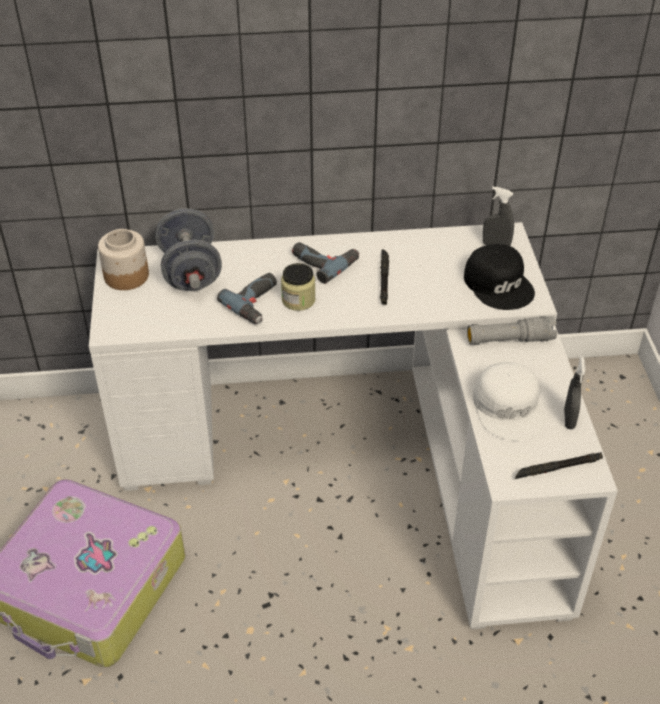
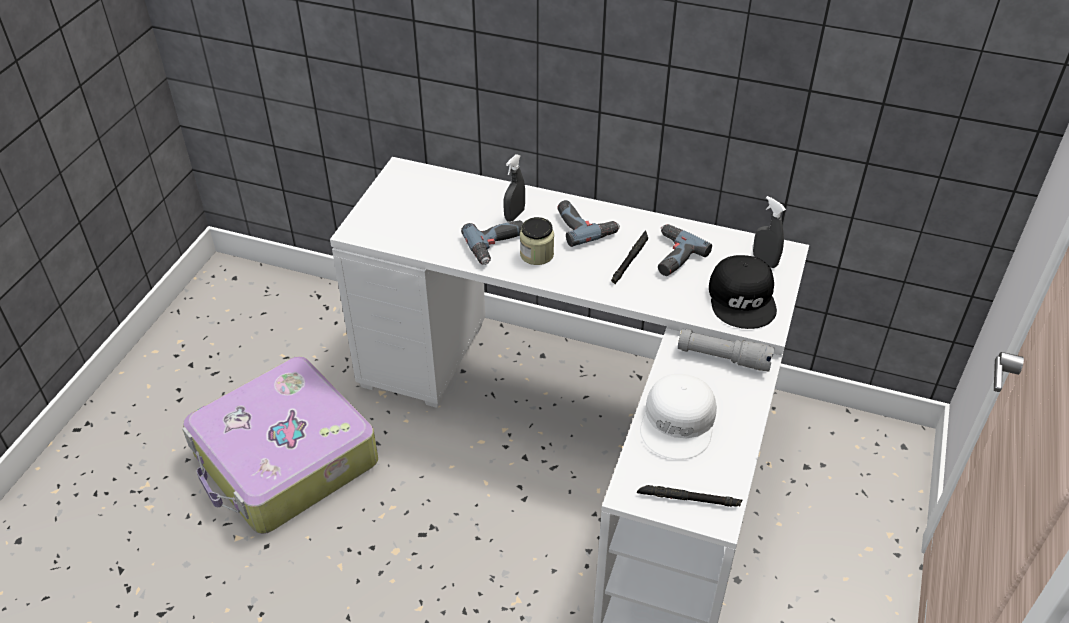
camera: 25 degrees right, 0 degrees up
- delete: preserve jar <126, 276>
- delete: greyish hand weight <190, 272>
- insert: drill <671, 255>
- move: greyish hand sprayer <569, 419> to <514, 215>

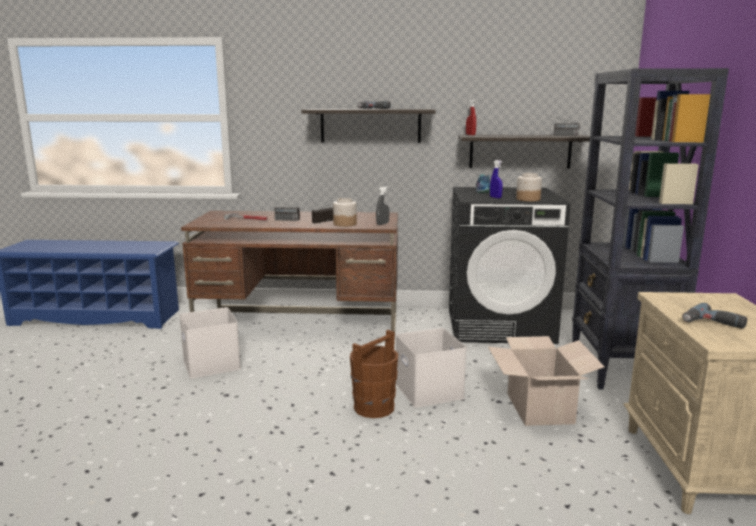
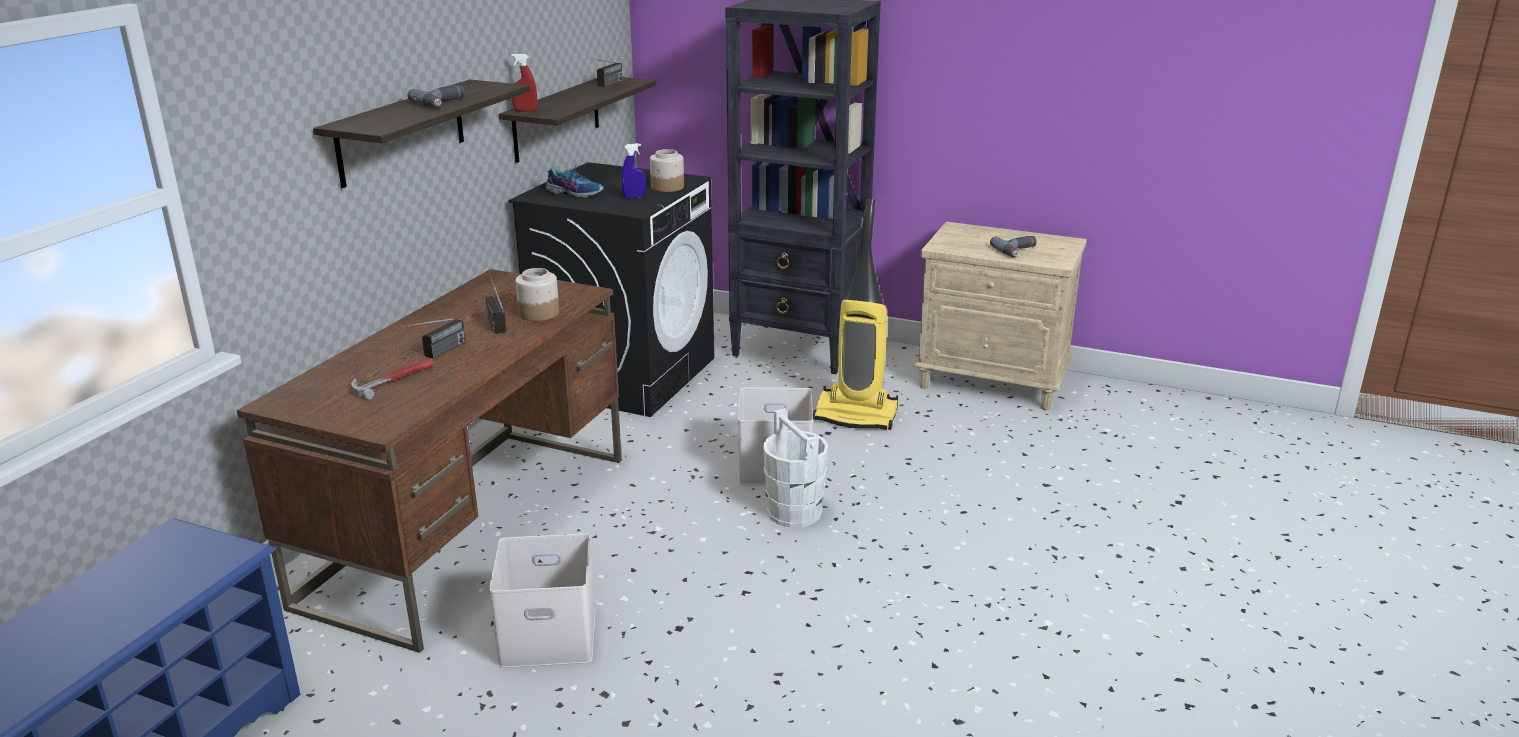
camera: 70 degrees left, 10 degrees up
- delete: greyish hand sprayer <382, 224>
- replace: packing box <540, 408> to vacuum <857, 415>
- recolor: brown-coloured pail <374, 407> to white-coloured pail <794, 512>

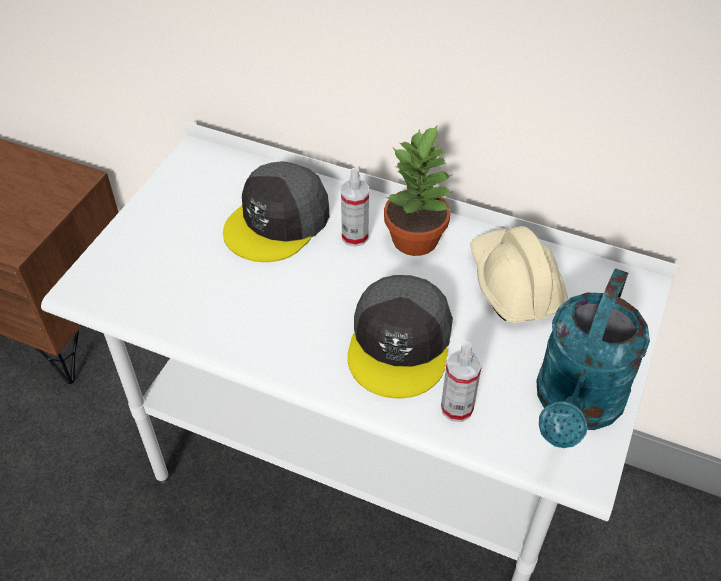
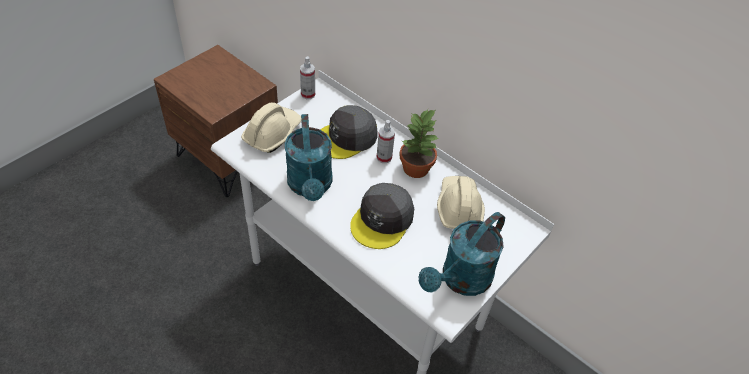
camera: 15 degrees right, 0 degrees up
- insert: sand-coloured safety helmet <272, 133>
- insert: blue-green watering pot <310, 186>
- move: hand sprayer <457, 408> to <308, 94>

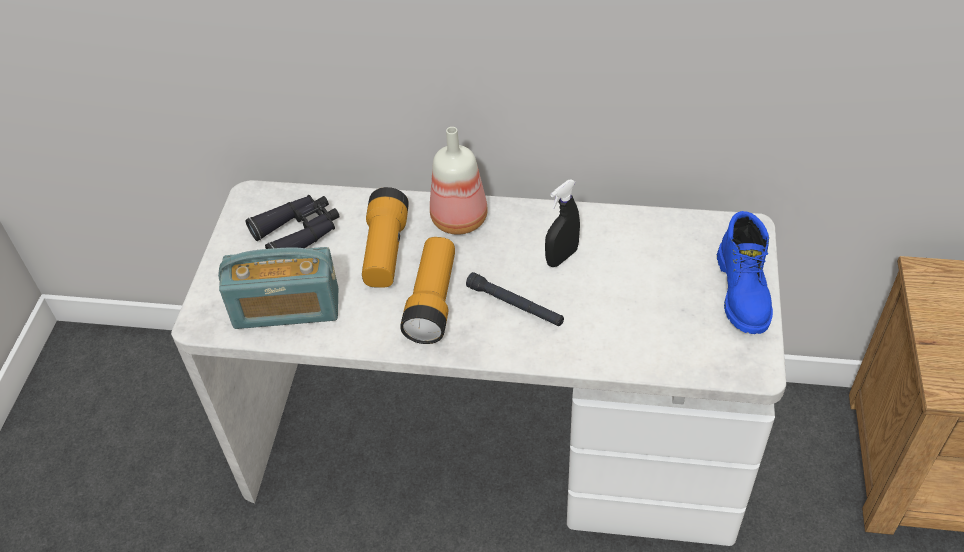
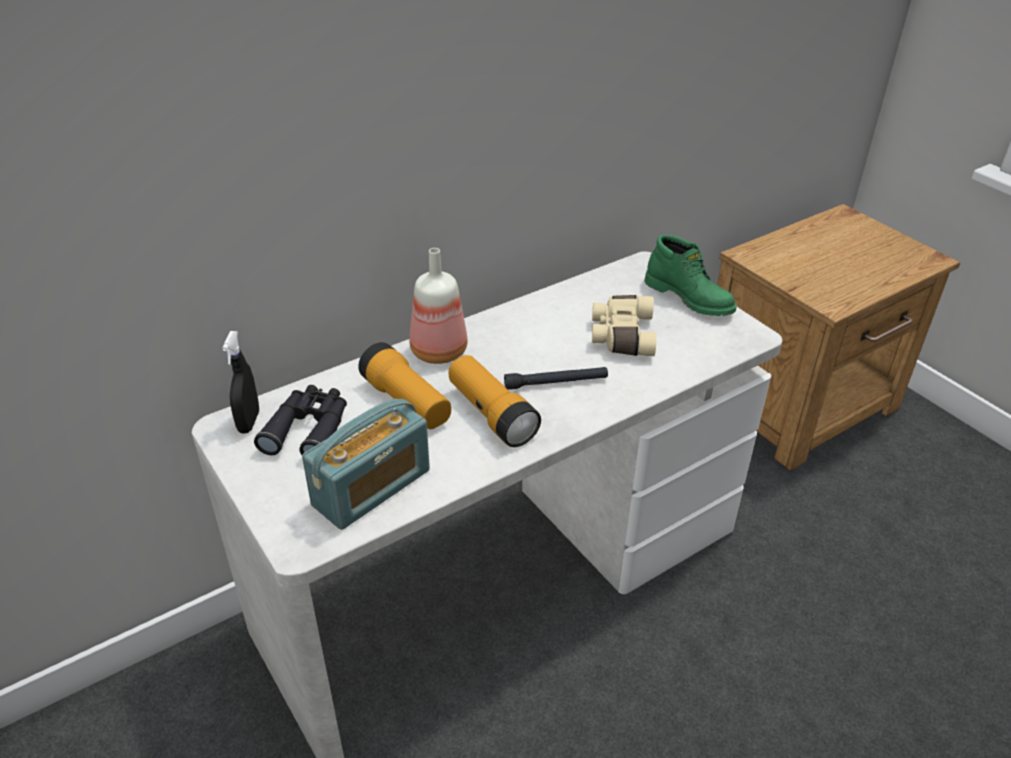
camera: 45 degrees left, 10 degrees down
- insert: sand-coloured pair of binoculars <621, 335>
- move: blackish hand sprayer <561, 257> to <249, 422>
- recolor: blue-coloured high-top boot <744, 292> to greenish high-top boot <690, 298>

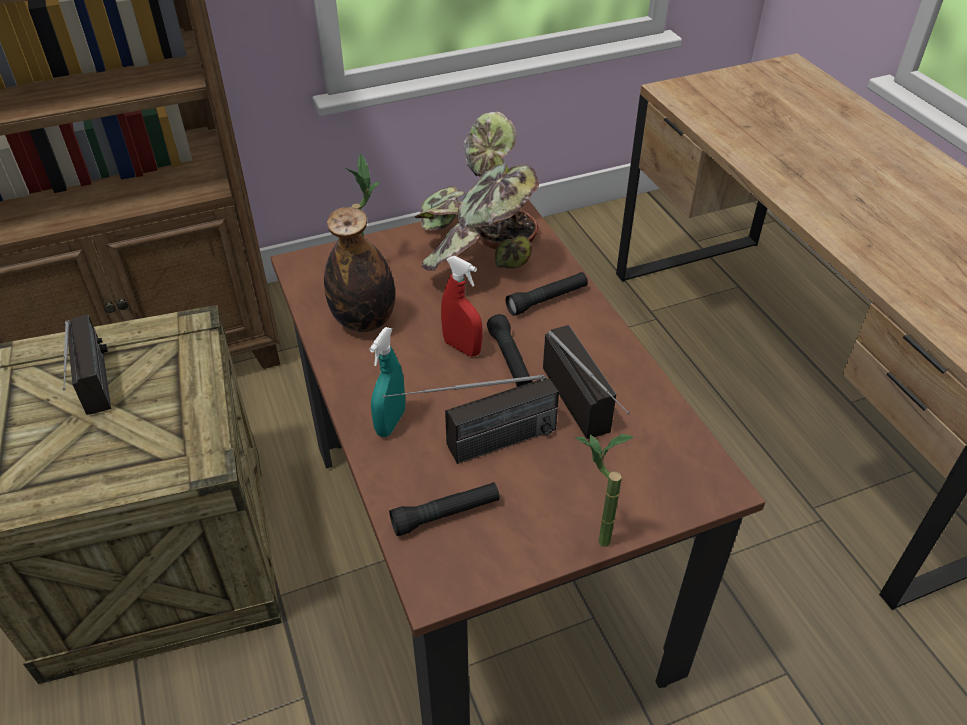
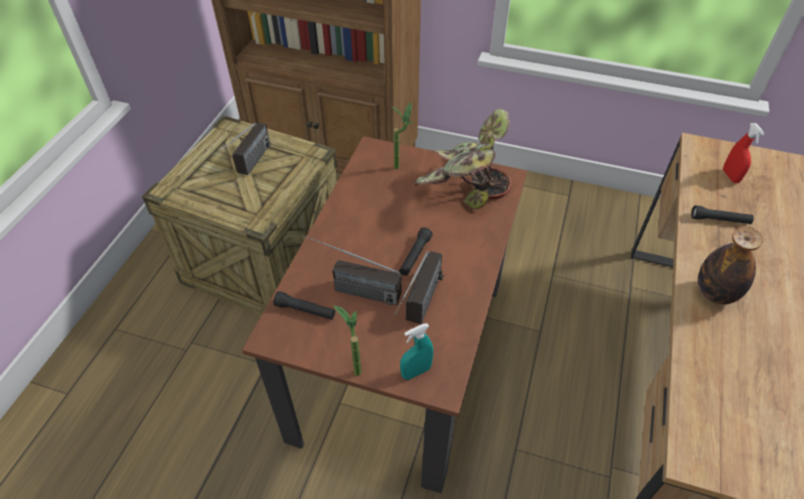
camera: 40 degrees right, 5 degrees up
- move: bottle <364, 321> to <715, 293>
- move: blue-green hand sprayer <390, 422> to <416, 372>
- move: red-coloured hand sprayer <462, 347> to <730, 176>
- move: blackish torch <547, 300> to <719, 220>

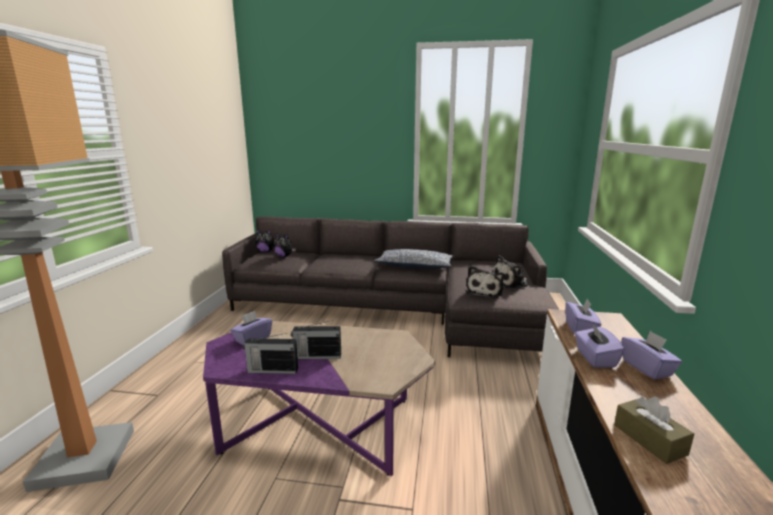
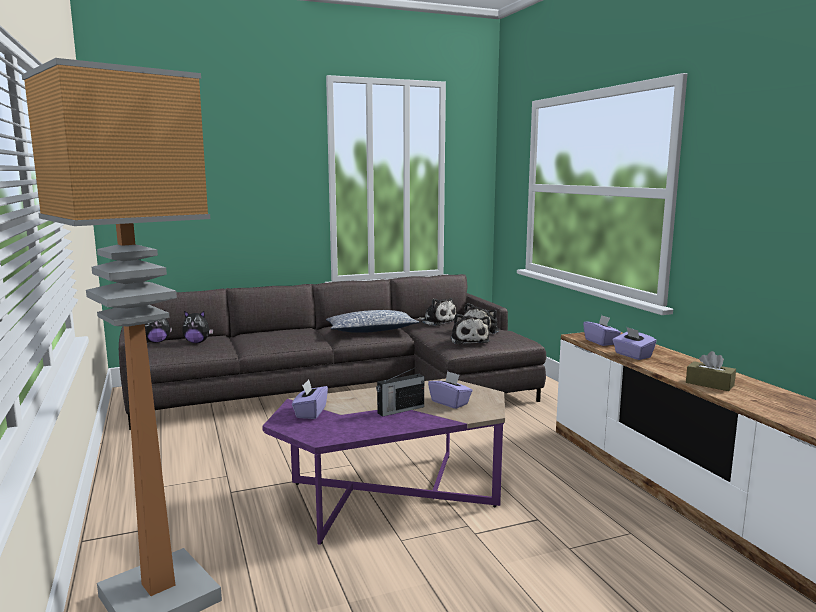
camera: 30 degrees left, 5 degrees down
- delete: radio set <272, 370>
- insert: cuddly toy <437, 321>
- move: purple box of tissues <647, 368> to <450, 402>

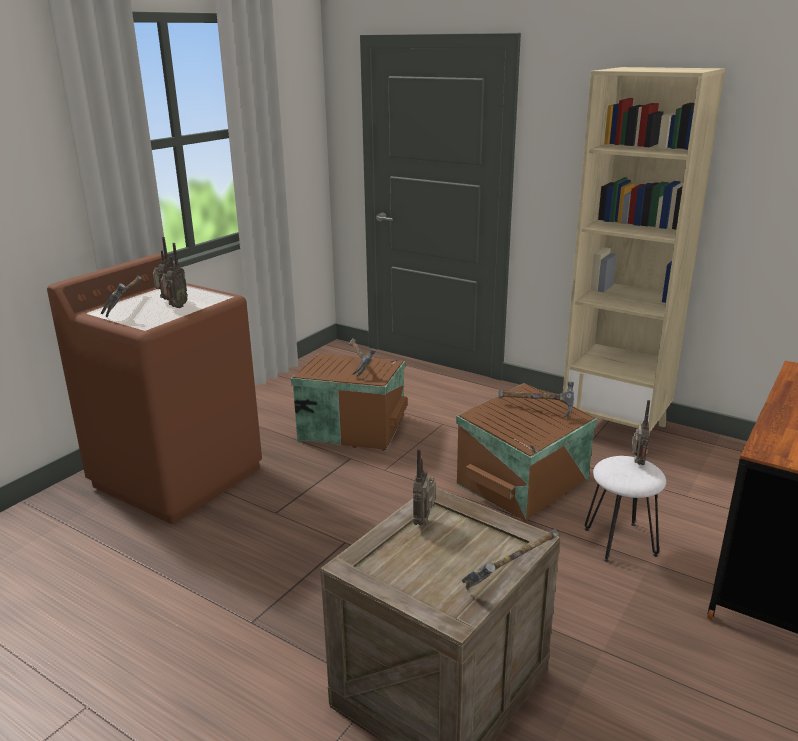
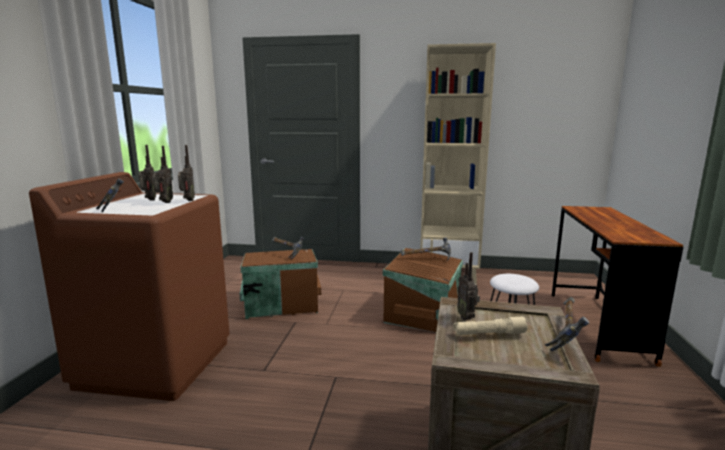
camera: 25 degrees left, 10 degrees down
- insert: sand-coloured torch <489, 334>
- move: radio set <637, 463> to <187, 201>

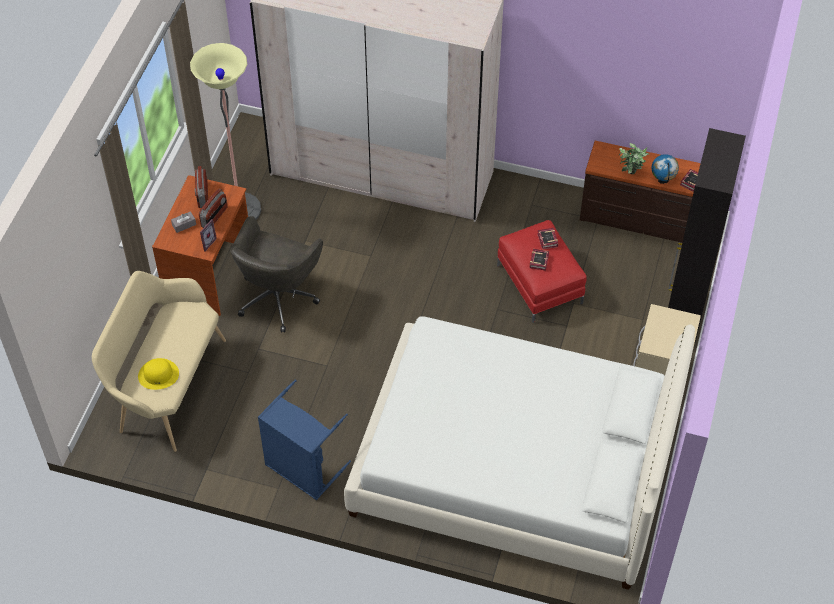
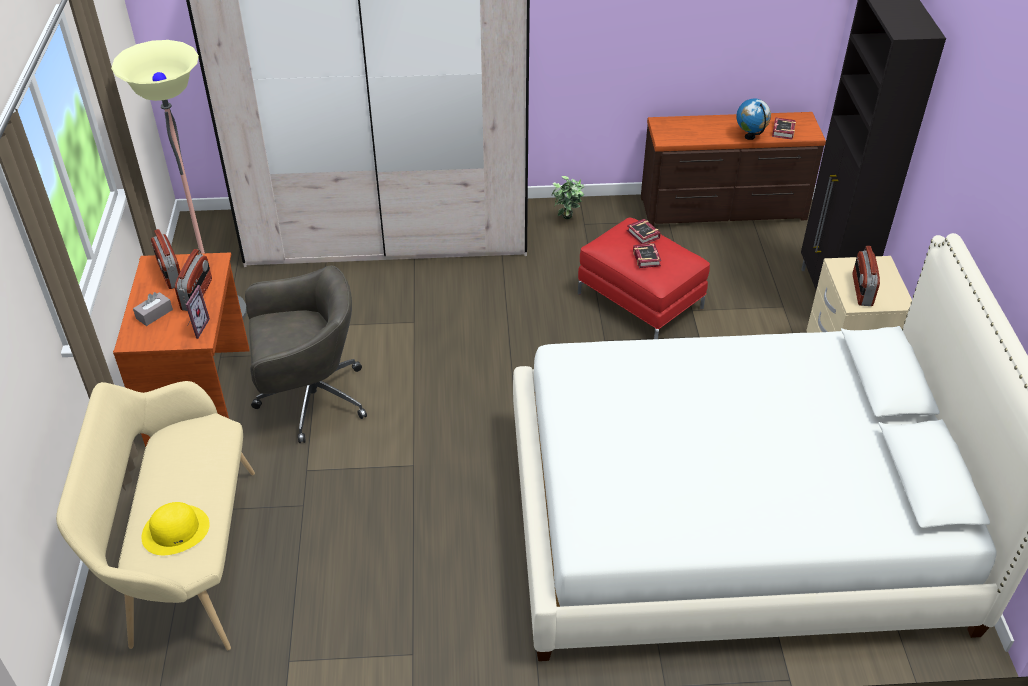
camera: 20 degrees left, 10 degrees down
- delete: blue-coloured laundry basket <302, 470>
- insert: radio set <861, 290>
- move: potted plant <630, 176> to <567, 221>
- rotate: greyish computer chair <278, 297> = <309, 399> 105 degrees counterclockwise

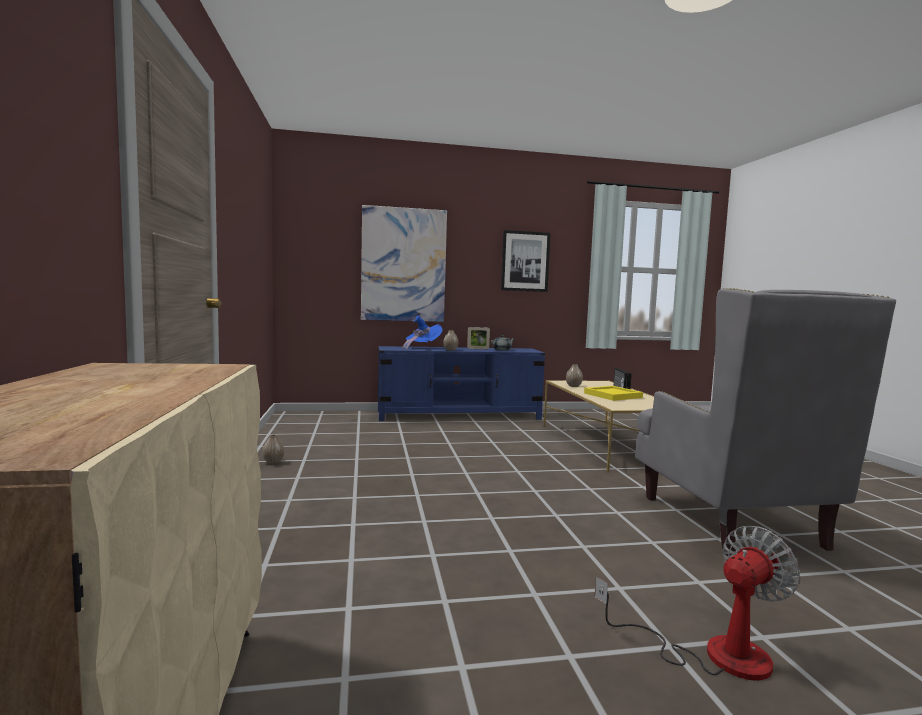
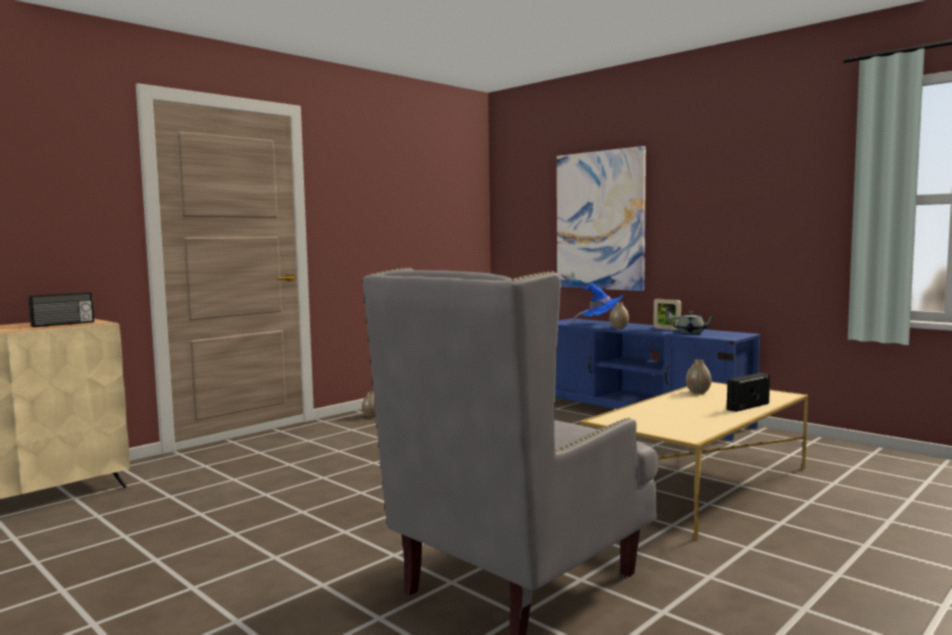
camera: 55 degrees right, 0 degrees up
- delete: wall picture <525, 261>
- delete: yellow-coloured tray <613, 395>
- delete: cooling fan <713, 653>
- insert: radio set <63, 324>

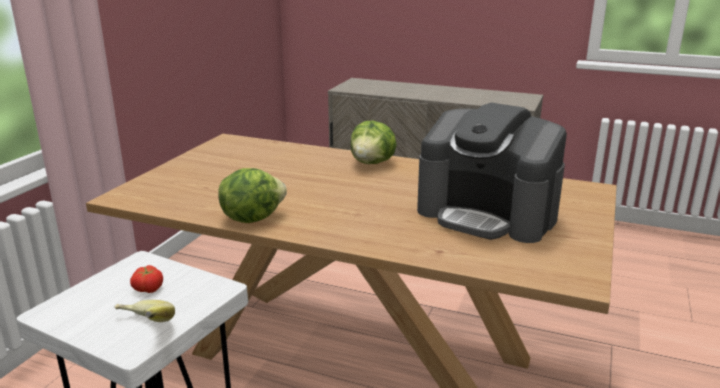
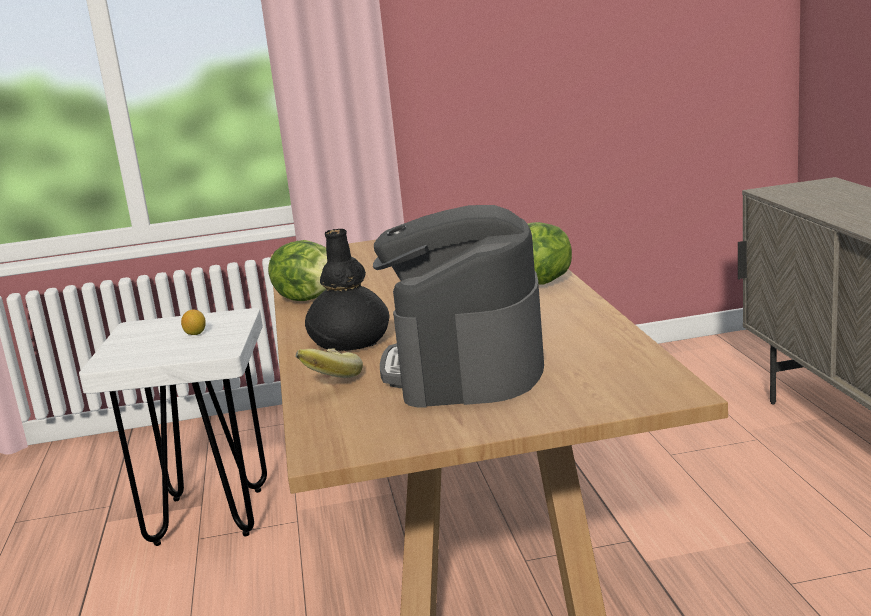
camera: 60 degrees right, 5 degrees down
- insert: blackish vase <349, 342>
- move: banana <143, 328> to <328, 380>
- replace: whole tomato <148, 289> to whole lemon <195, 334>

